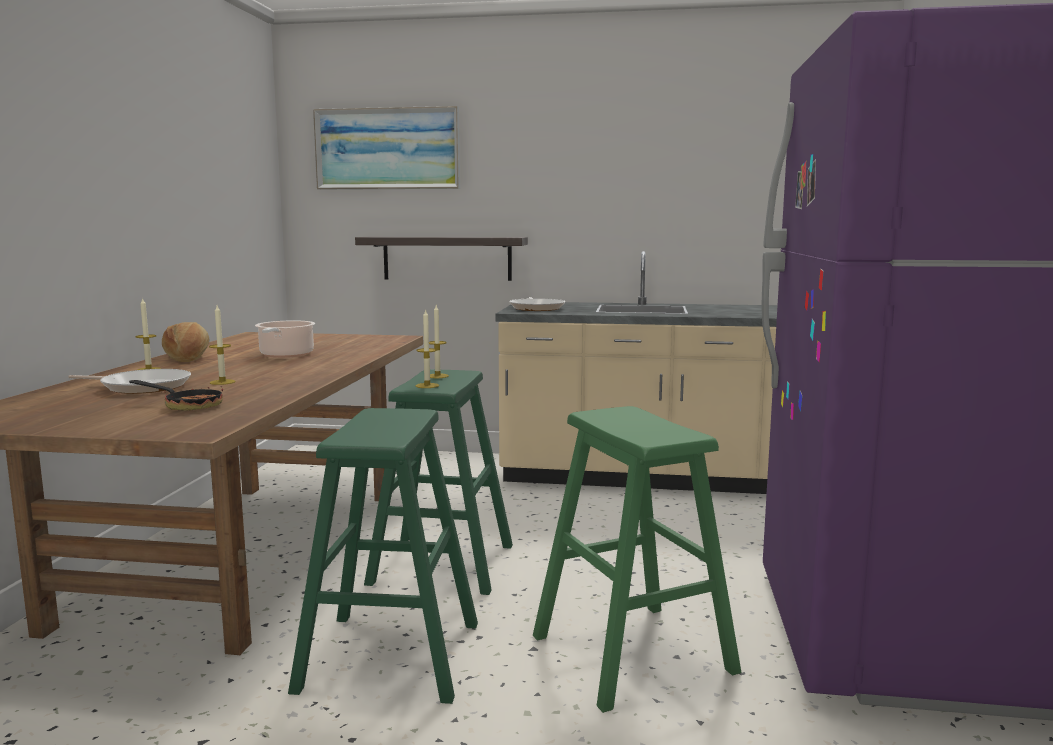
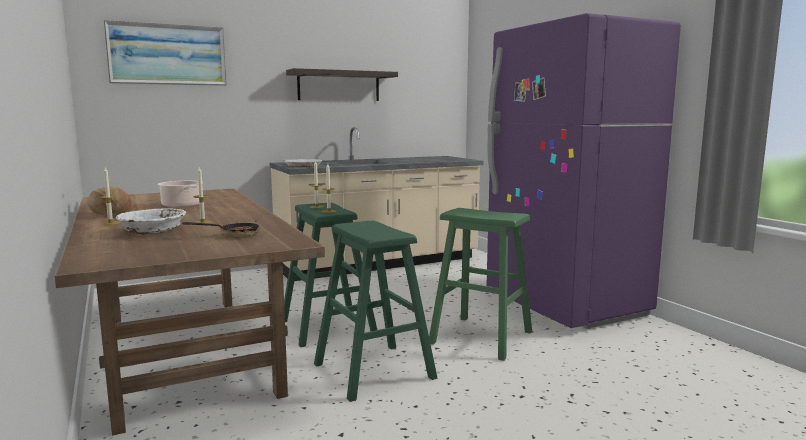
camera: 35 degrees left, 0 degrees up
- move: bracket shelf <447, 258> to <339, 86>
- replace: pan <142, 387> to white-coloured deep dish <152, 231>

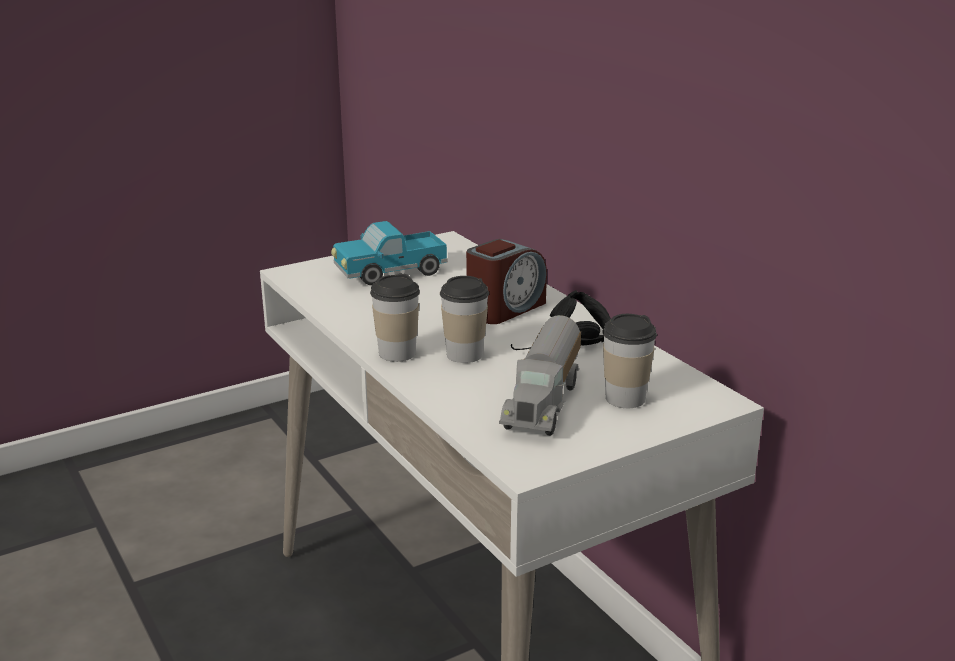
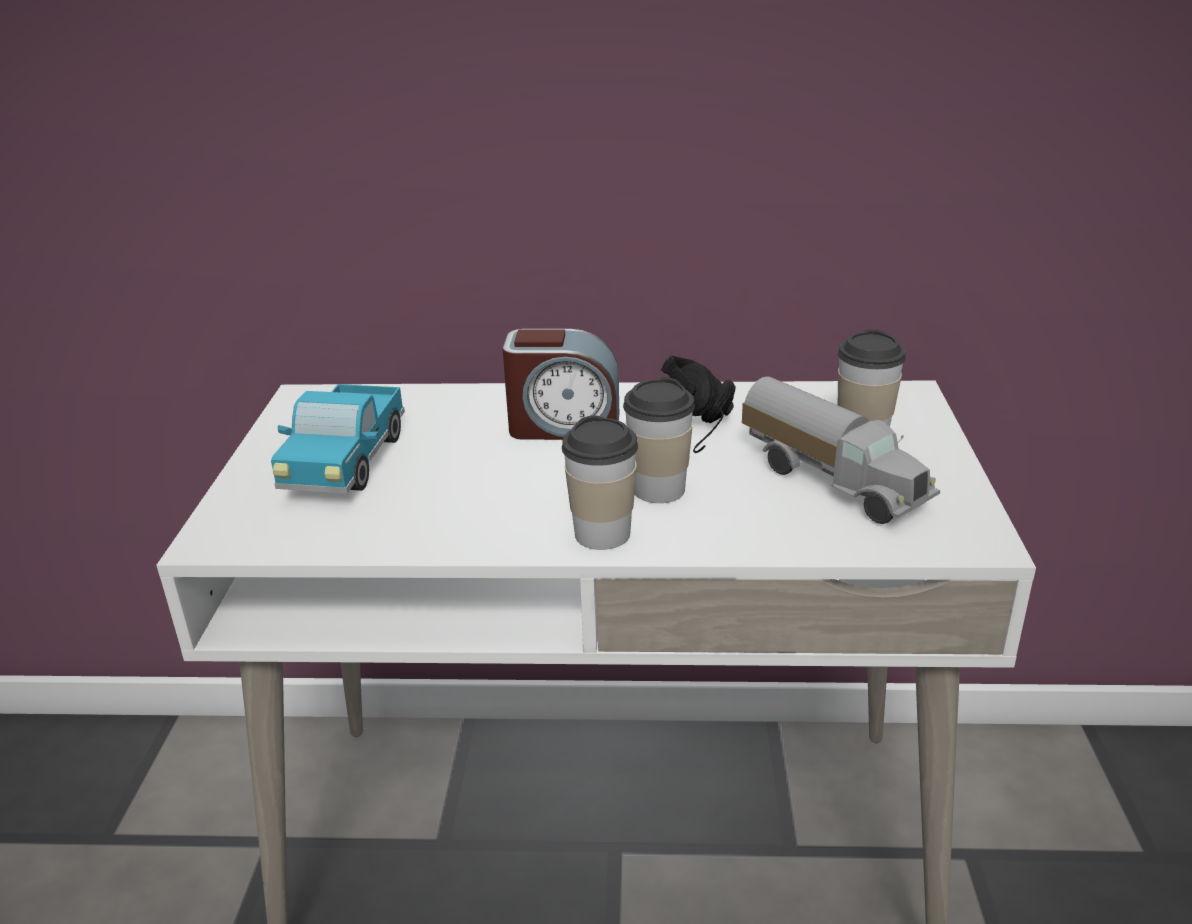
camera: 55 degrees left, 5 degrees up
- rotate: alarm clock <505, 309> = <564, 426> 105 degrees clockwise

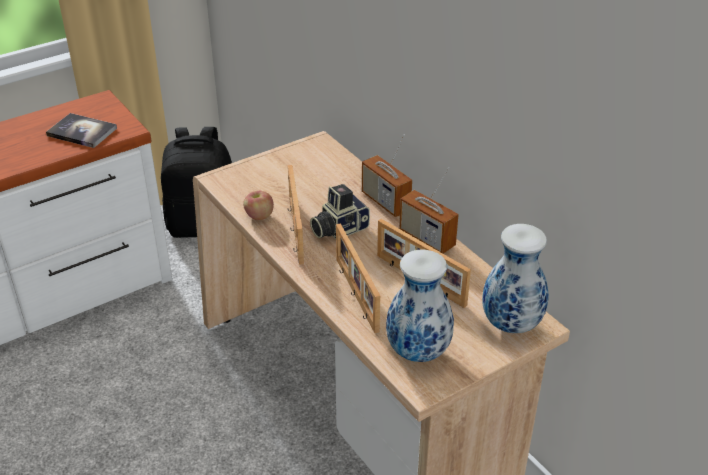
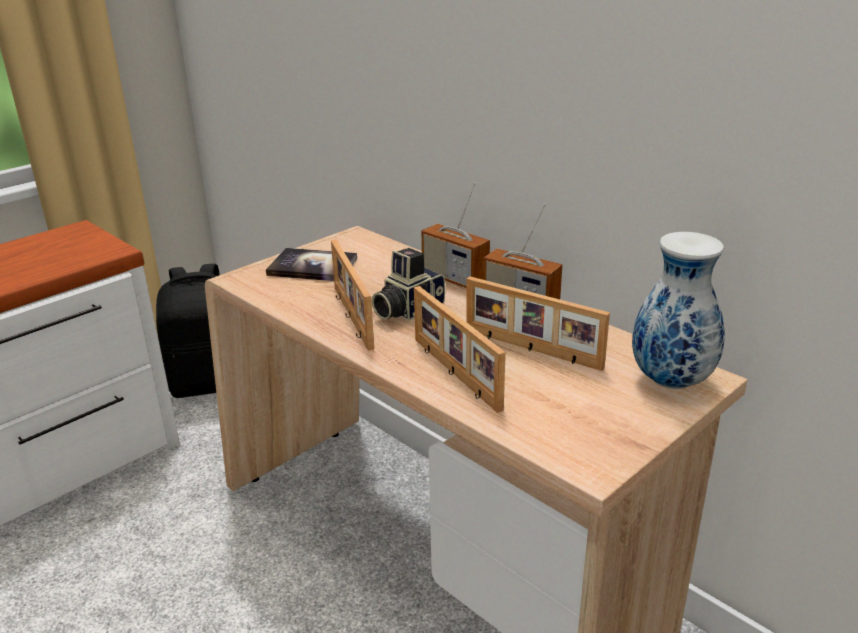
camera: 10 degrees left, 10 degrees down
- delete: apple fruit <259, 216>
- delete: vase <419, 352>
- move: volume <82, 132> to <312, 267>

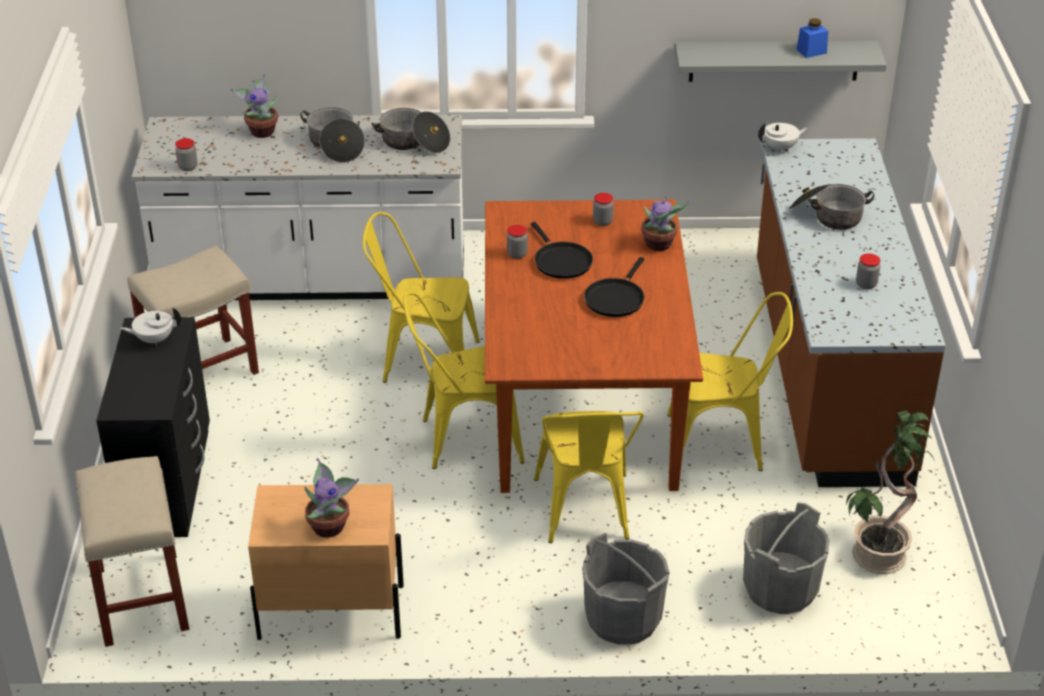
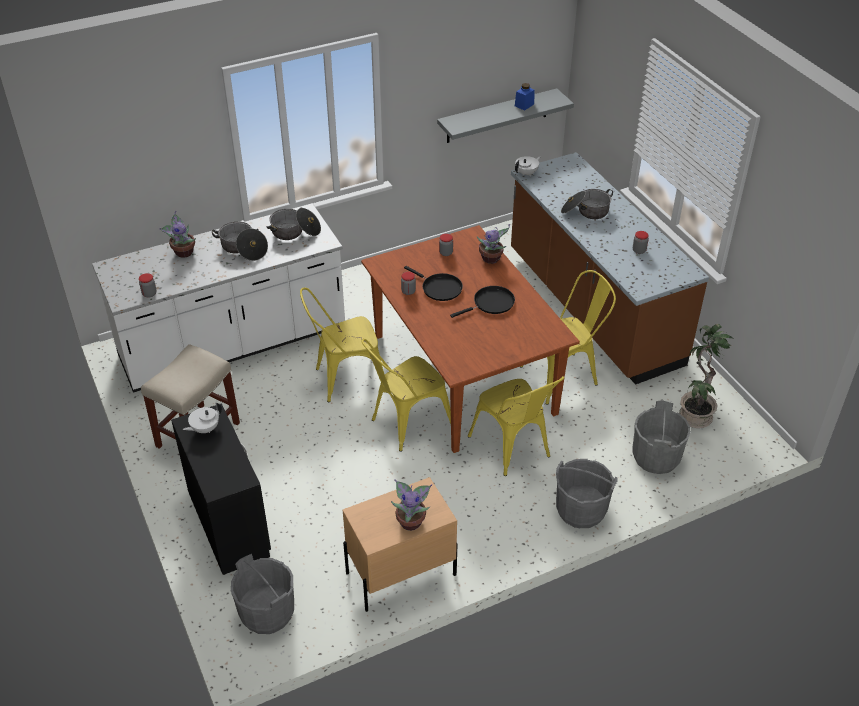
camera: 25 degrees left, 5 degrees up
- replace: sand-coloured stool <140, 597> to greyish pail <267, 612>
- rotate: blackish pan <615, 298> = <491, 303> 120 degrees counterclockwise

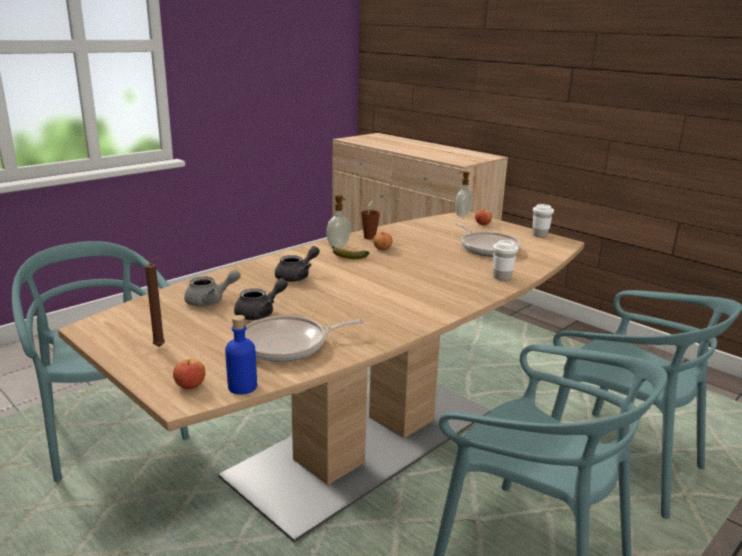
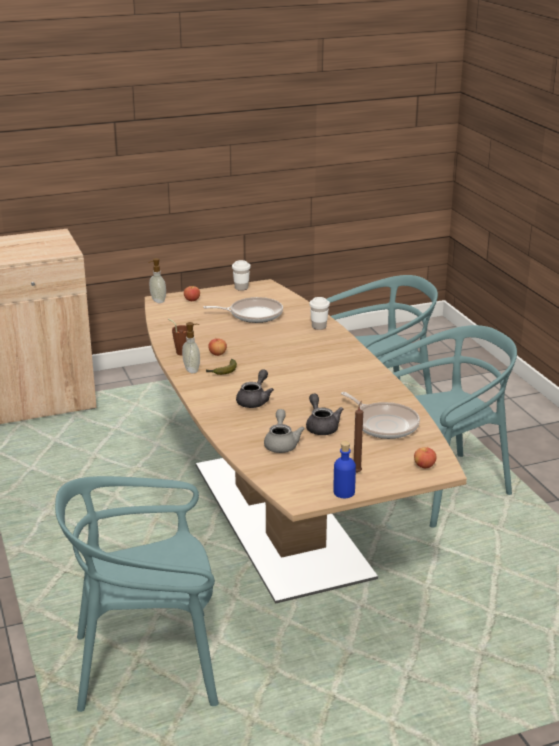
camera: 65 degrees left, 5 degrees up
- move: blue-coloured bottle <242, 387> to <344, 492>
- rotate: pan <288, 345> = <383, 424> 45 degrees counterclockwise
- rotate: greyish teapot <297, 276> = <255, 400> 45 degrees clockwise

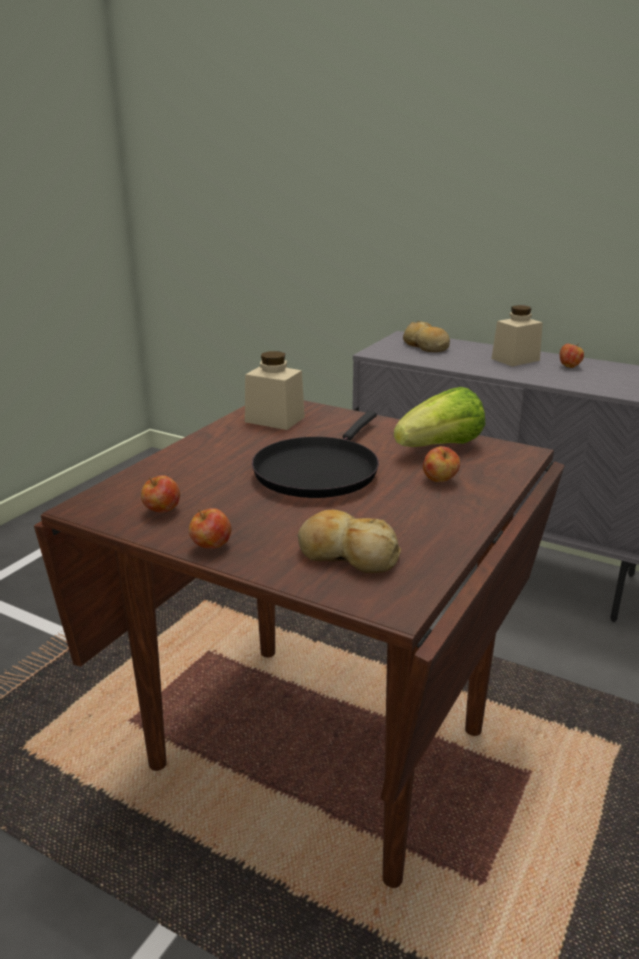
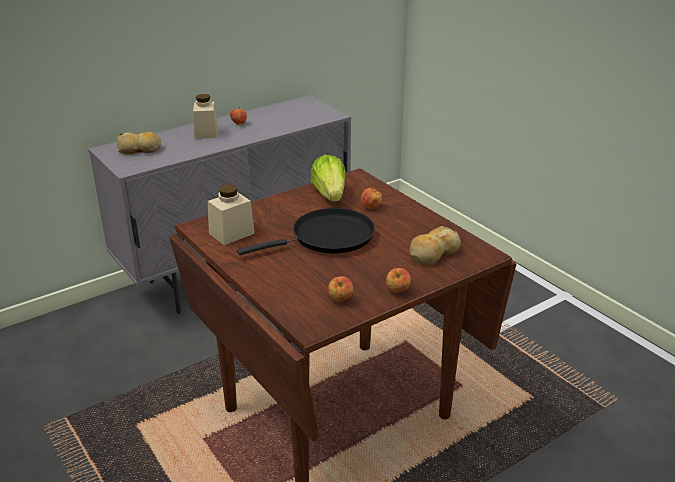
camera: 65 degrees left, 5 degrees up
- rotate: blackish pan <319, 471> = <328, 237> 75 degrees counterclockwise

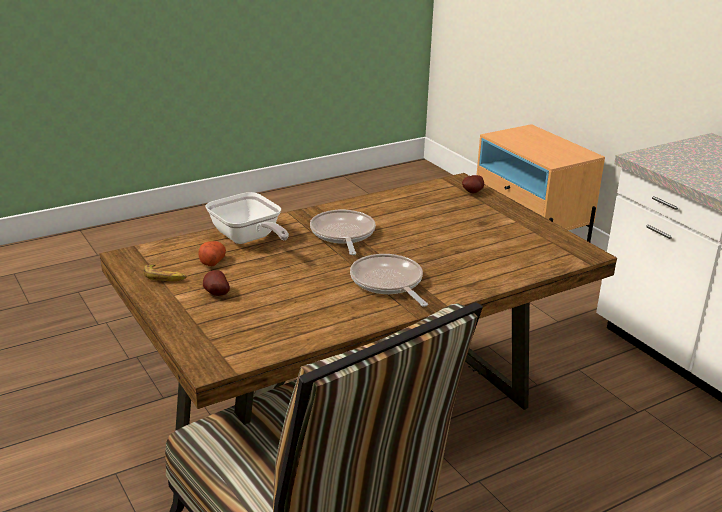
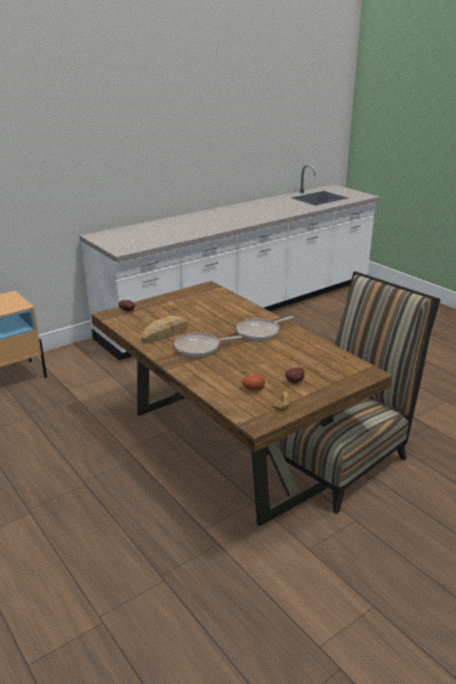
camera: 95 degrees left, 0 degrees up
- delete: pan <248, 239>
- insert: bakery bread <165, 334>

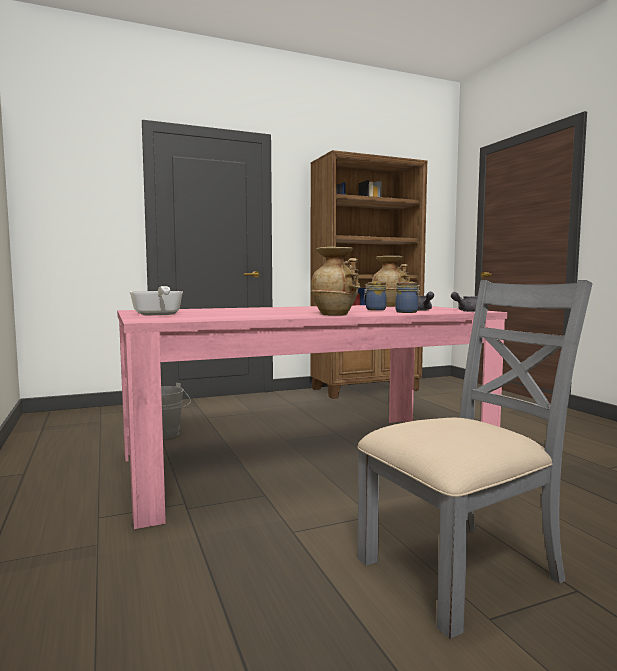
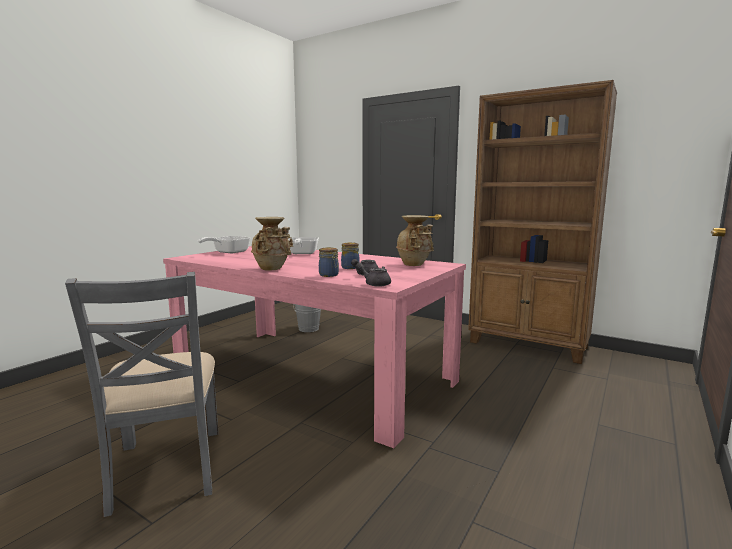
camera: 55 degrees right, 5 degrees up
- insert: pan <302, 254>
- rotate: greyish chair <462, 569> = <166, 468> 45 degrees clockwise

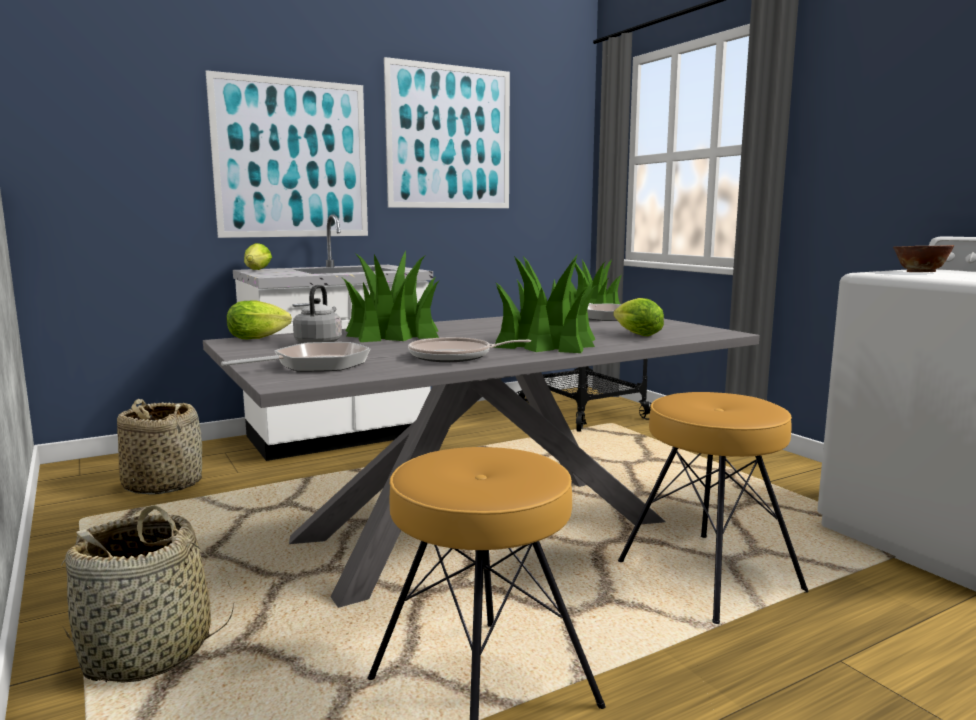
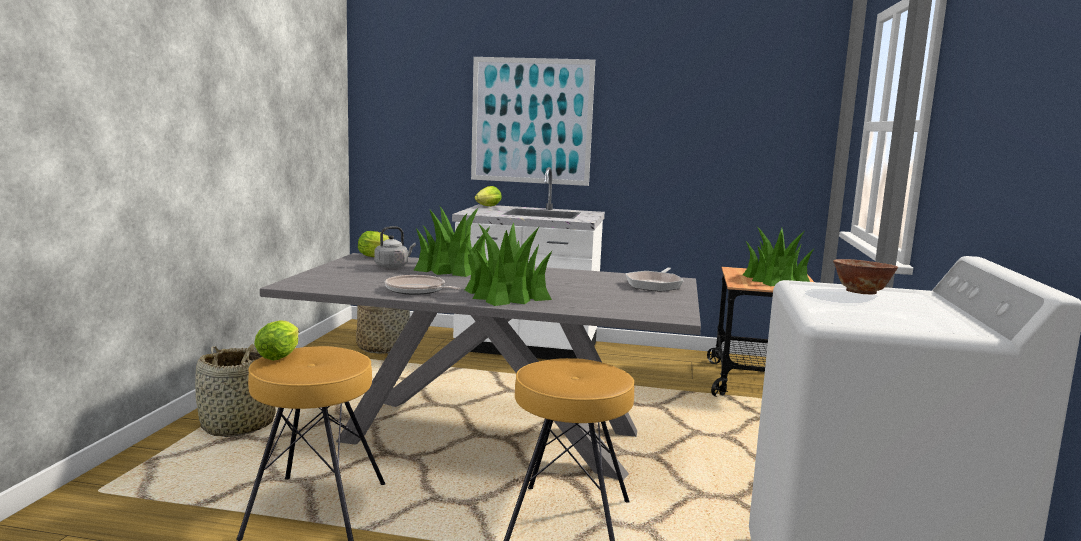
camera: 40 degrees right, 0 degrees up
- delete: pan <315, 365>
- delete: wall picture <449, 137>
- move: lettuce head <635, 334> to <281, 355>

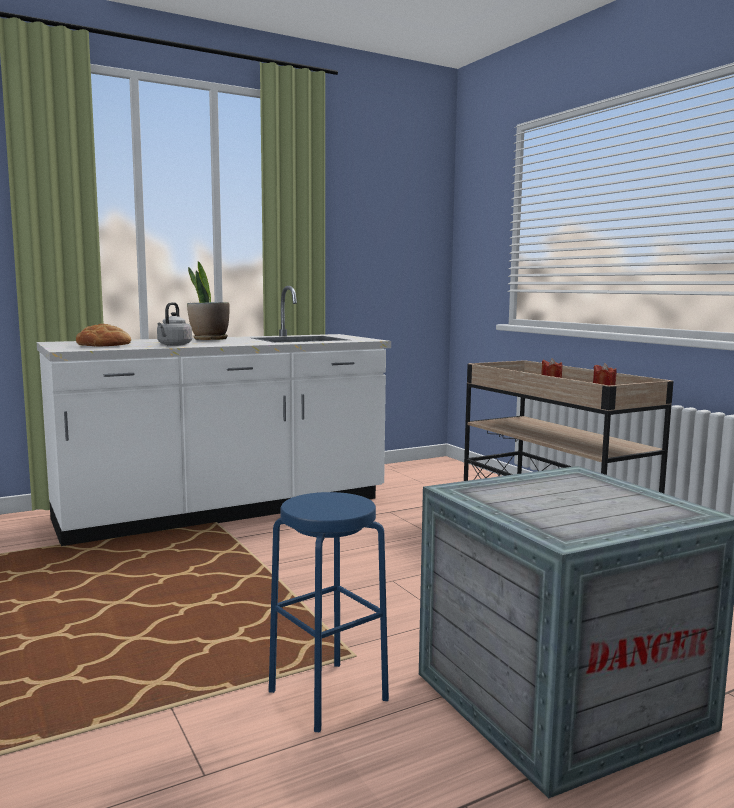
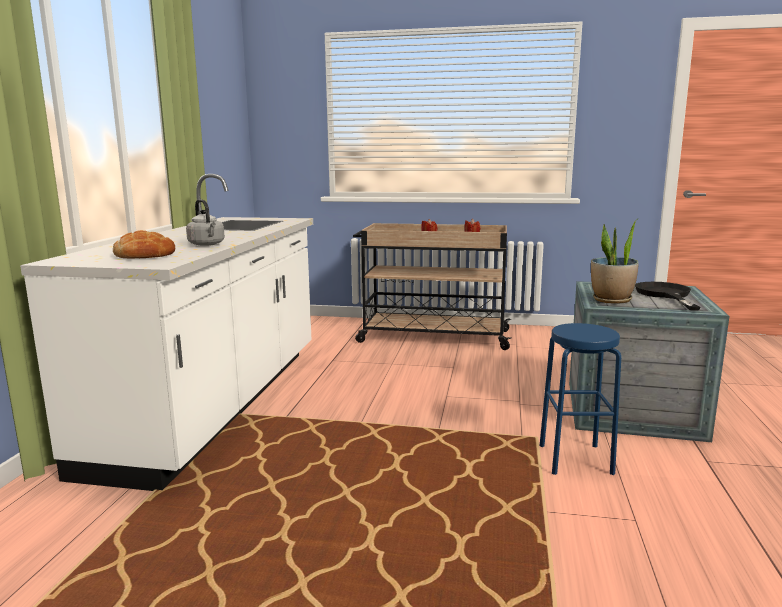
camera: 50 degrees left, 5 degrees up
- insert: blackish pan <665, 295>
- move: potted plant <209, 339> to <611, 300>

